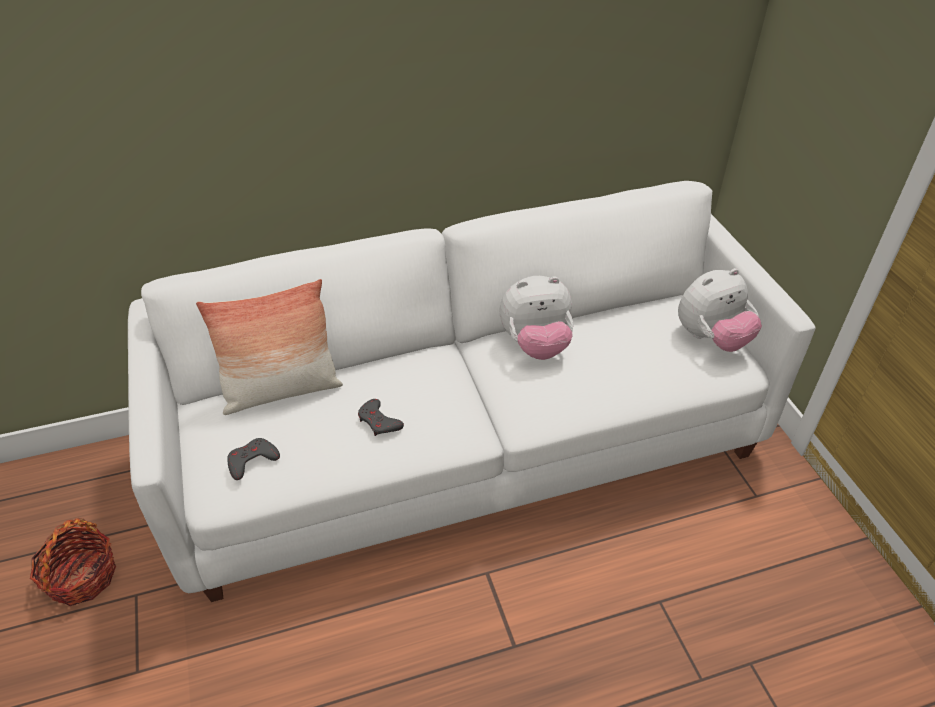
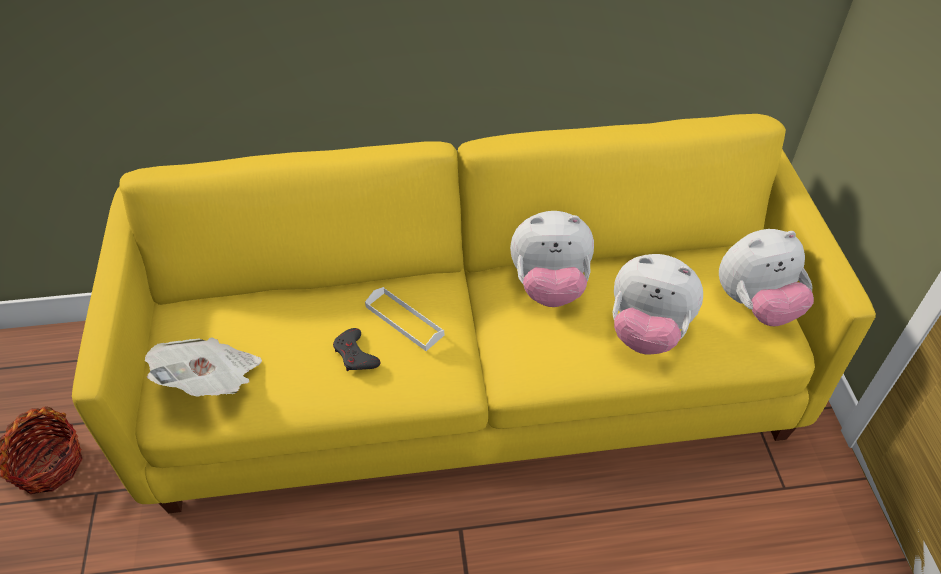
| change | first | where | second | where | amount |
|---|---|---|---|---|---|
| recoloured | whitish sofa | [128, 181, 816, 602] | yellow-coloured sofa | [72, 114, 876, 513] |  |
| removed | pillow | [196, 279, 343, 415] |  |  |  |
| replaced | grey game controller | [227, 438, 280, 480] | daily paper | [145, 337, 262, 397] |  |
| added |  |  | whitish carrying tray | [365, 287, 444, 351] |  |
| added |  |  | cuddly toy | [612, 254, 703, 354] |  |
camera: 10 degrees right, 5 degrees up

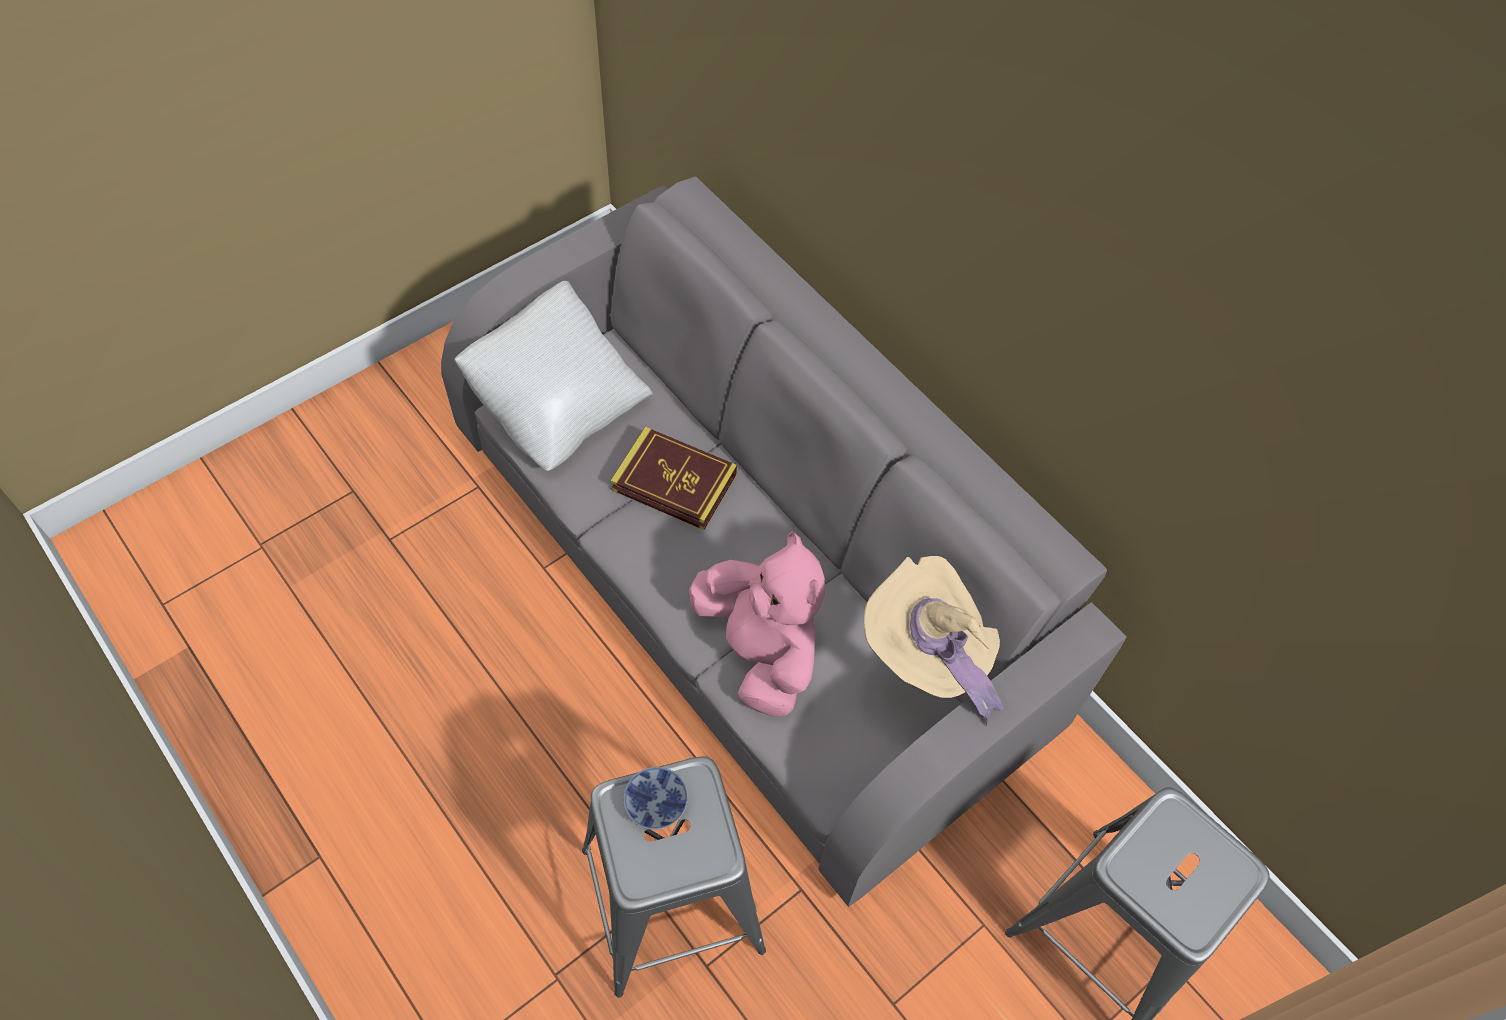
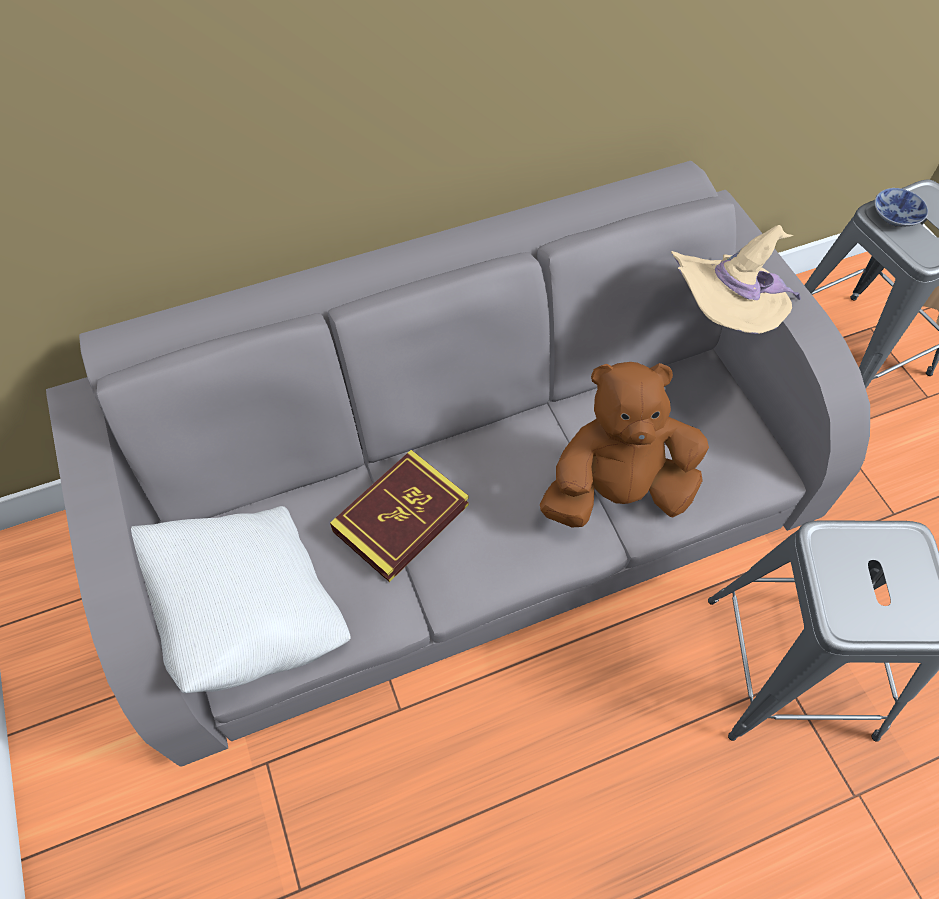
| change | first | where | second | where | amount |
|---|---|---|---|---|---|
| moved | deep dish | [623, 767, 688, 830] |  | [874, 188, 928, 226] |  |
| recoloured | pinkish cuddly toy | [689, 531, 825, 717] | brown-coloured cuddly toy | [540, 362, 709, 527] |  |
camera: 70 degrees left, 0 degrees up

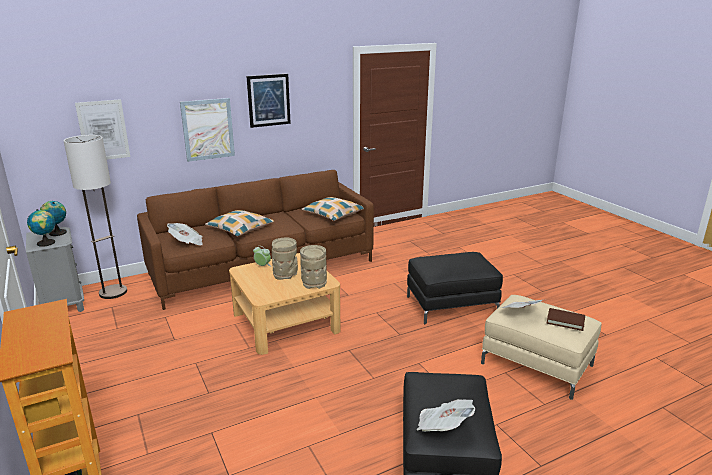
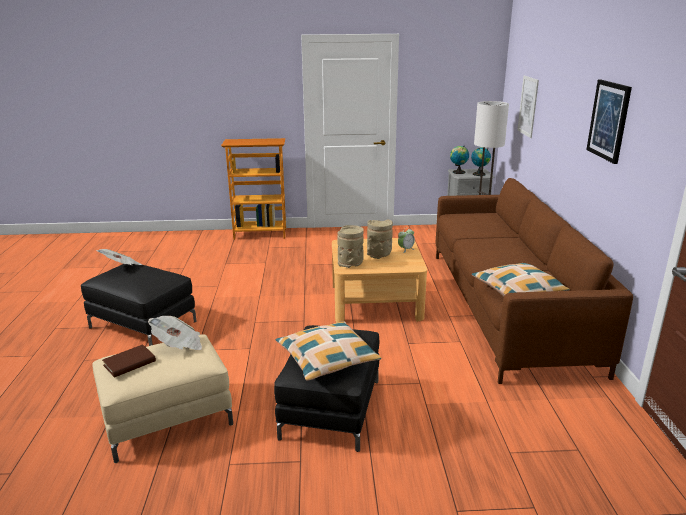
| change | first | where | second | where | amount |
|---|---|---|---|---|---|
| removed | daily paper | [167, 223, 203, 246] |  |  |  |
| removed | wall picture | [180, 98, 235, 162] |  |  |  |
| moved | pillow | [205, 210, 274, 237] |  | [275, 322, 381, 381] |  |
camera: 115 degrees right, 0 degrees up

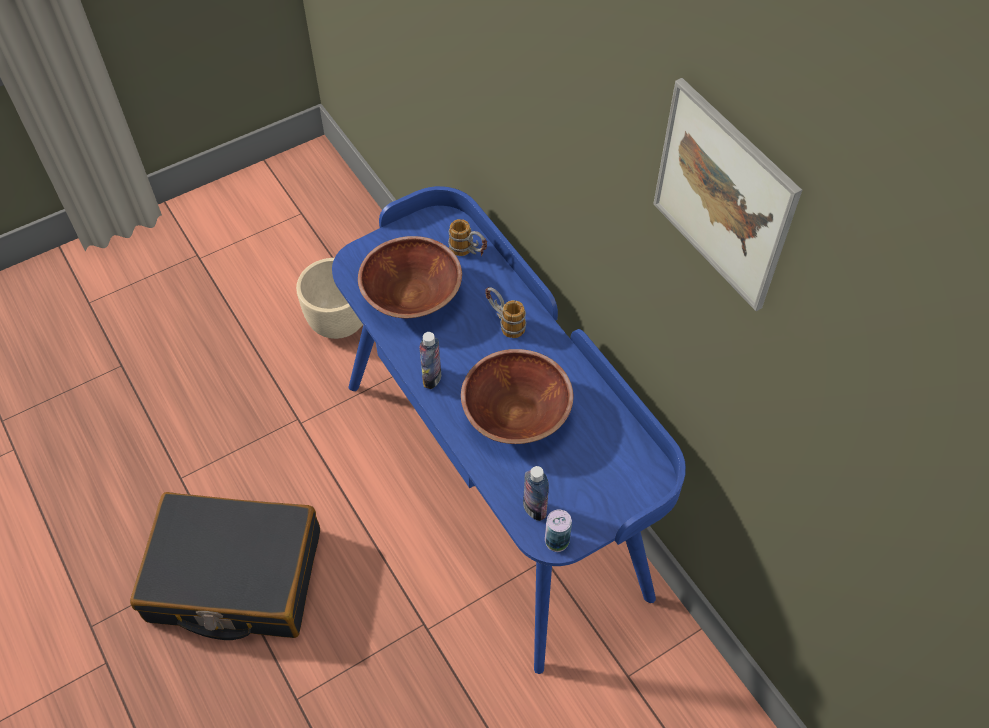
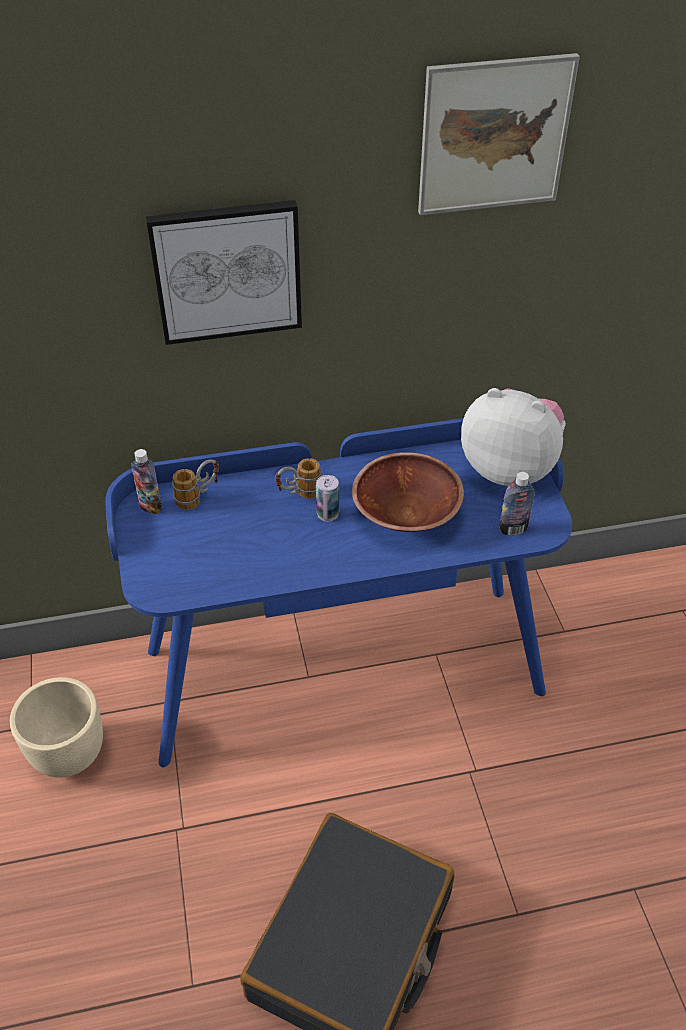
| change | first | where | second | where | amount |
|---|---|---|---|---|---|
| removed | brown-coloured deep dish | [358, 236, 462, 318] |  |  |  |
| moved | drink bottle | [420, 332, 441, 389] |  | [131, 449, 162, 514] |  |
| moved | can | [545, 509, 572, 552] |  | [316, 475, 339, 522] |  |
| added |  |  | wall picture | [146, 200, 302, 345] |  |
| added |  |  | cuddly toy | [461, 388, 566, 486] |  |
camera: 70 degrees left, 10 degrees down

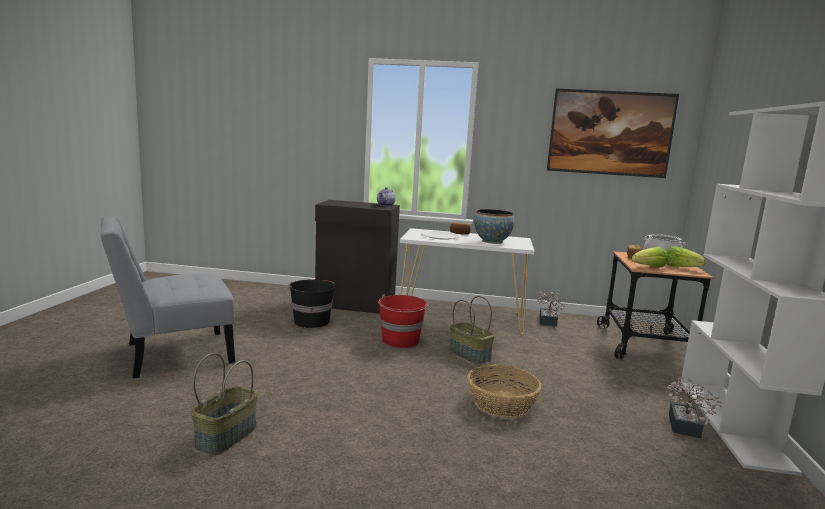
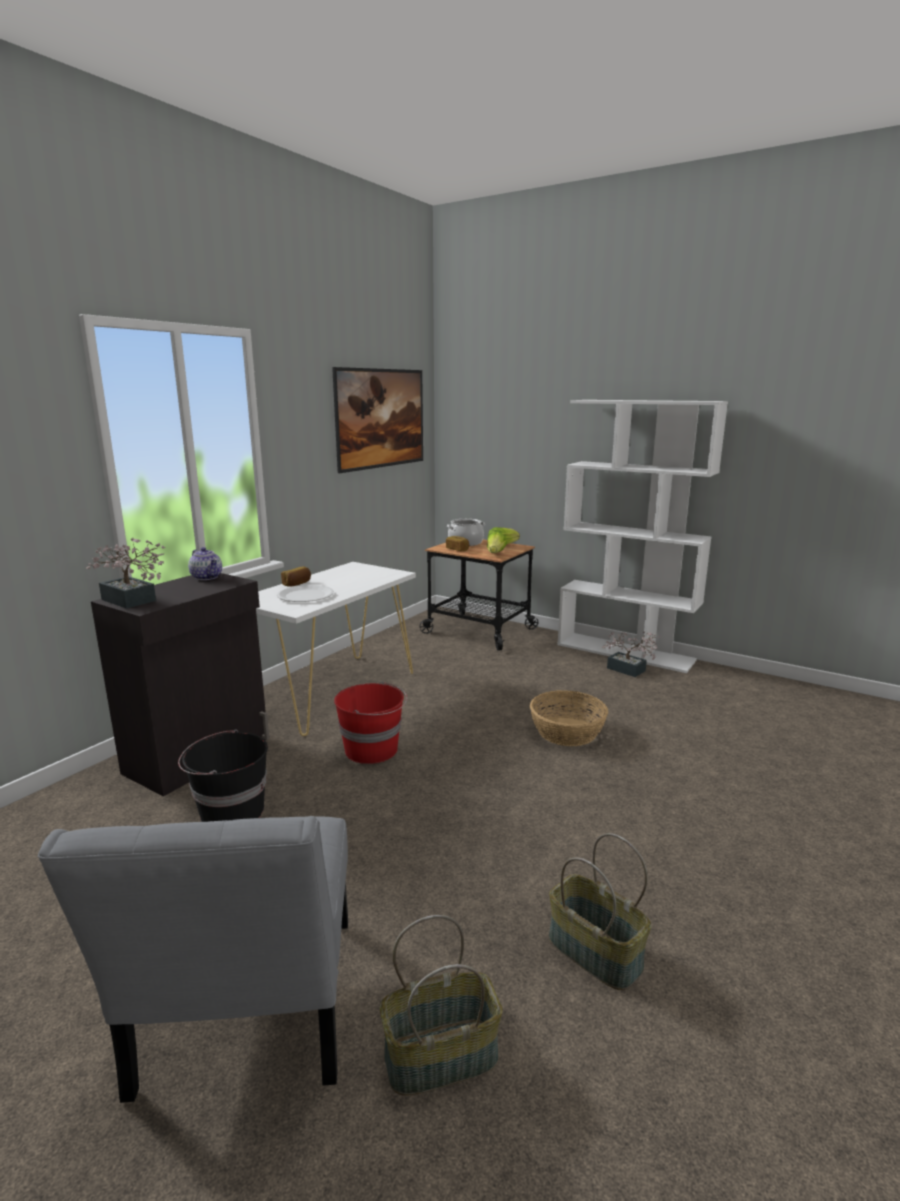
| change | first | where | second | where | amount |
|---|---|---|---|---|---|
| moved | storage basket | [449, 296, 495, 364] |  | [380, 915, 503, 1096] |  |
| removed | deep dish | [474, 209, 514, 244] |  |  |  |
| moved | plant in a pot | [537, 291, 568, 326] |  | [86, 538, 165, 609] |  |
camera: 65 degrees left, 5 degrees up

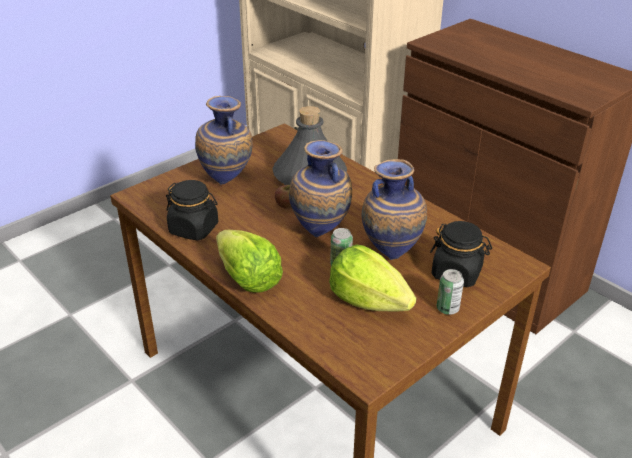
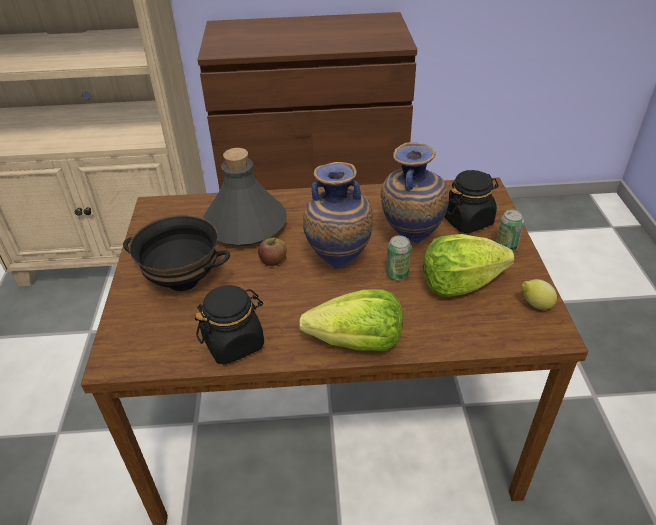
| change | first | where | second | where | amount |
|---|---|---|---|---|---|
| replaced | flower vase | [195, 96, 253, 185] | black deep dish | [123, 215, 230, 291] |  |
| added |  |  | whole lemon | [522, 279, 557, 310] |  |
camera: 50 degrees left, 5 degrees up

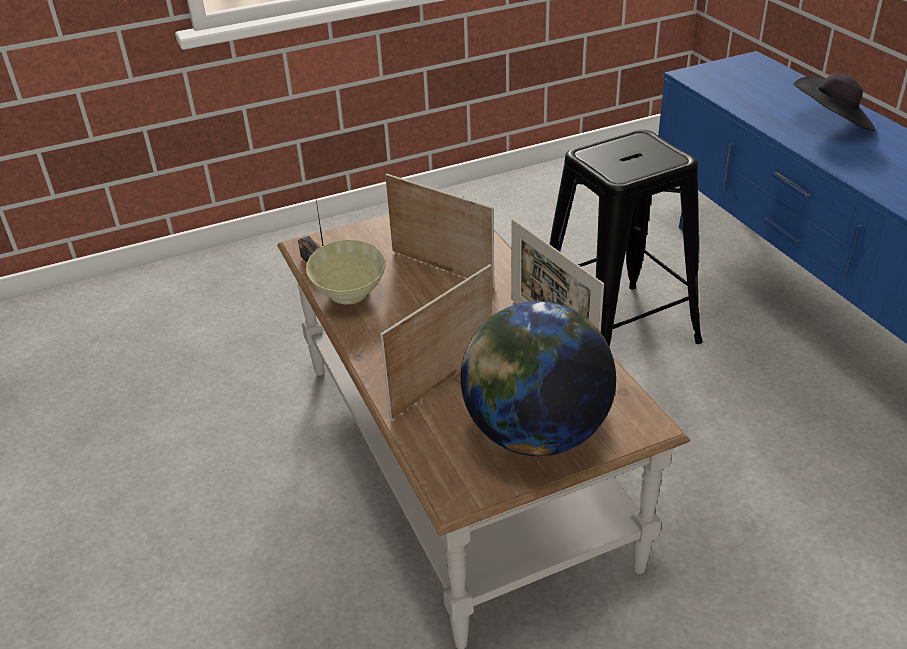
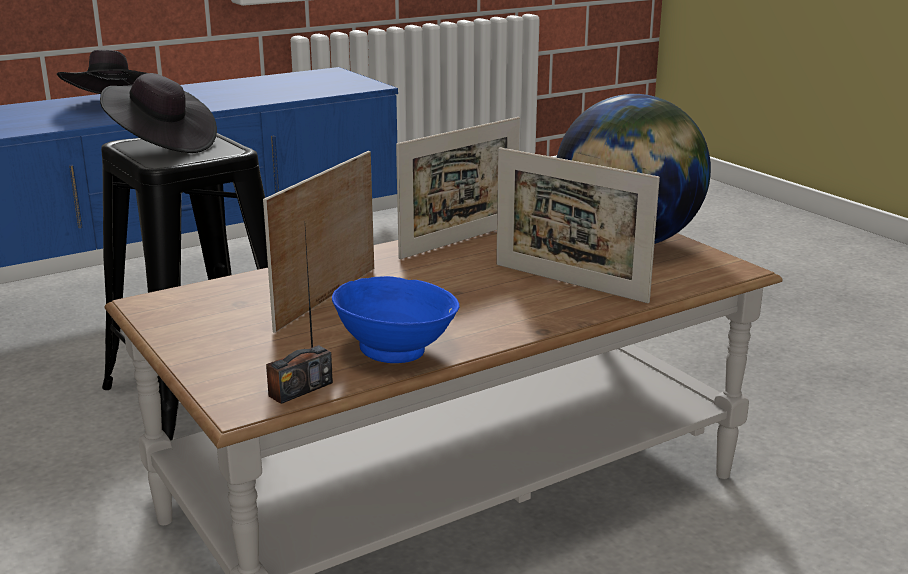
| change | first | where | second | where | amount |
|---|---|---|---|---|---|
| recoloured | beige-coloured deep dish | [306, 240, 386, 304] | blue-coloured deep dish | [332, 276, 459, 363] |  |
| added |  |  | black clothing hat | [100, 73, 217, 153] |  |
camera: 100 degrees left, 15 degrees down

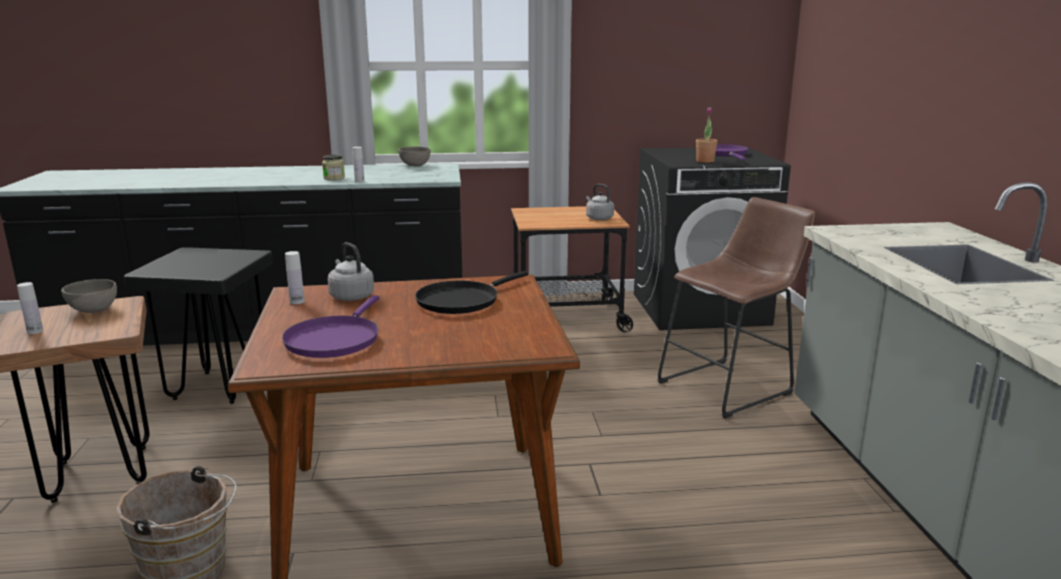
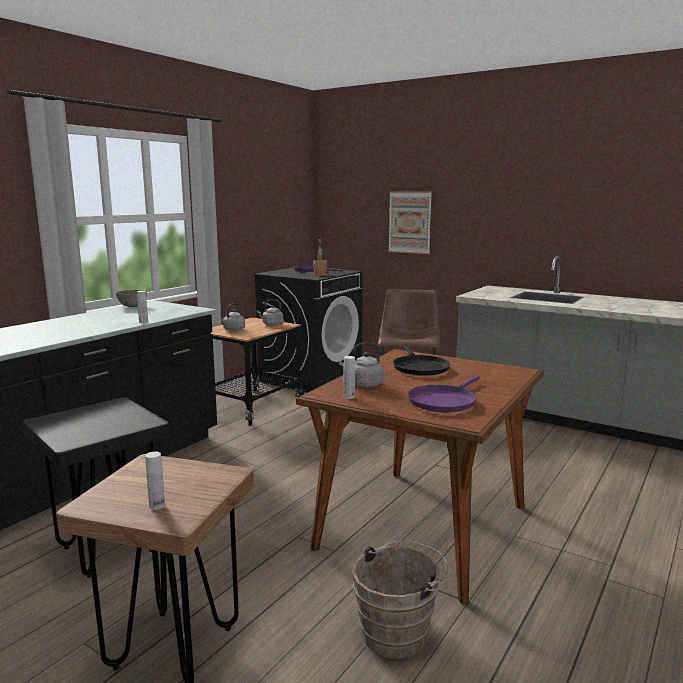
| change | first | where | second | where | amount |
|---|---|---|---|---|---|
| removed | grey deep dish | [61, 279, 117, 313] |  |  |  |
| turned | purplish pan | [282, 295, 379, 358] |  | [408, 376, 480, 412] | 75 degrees clockwise |
| removed | jar | [322, 155, 345, 180] |  |  |  |
| added |  |  | grey water kettle | [220, 303, 245, 331] |  |
| added |  |  | wall picture | [388, 192, 432, 254] |  |
camera: 50 degrees left, 5 degrees down

